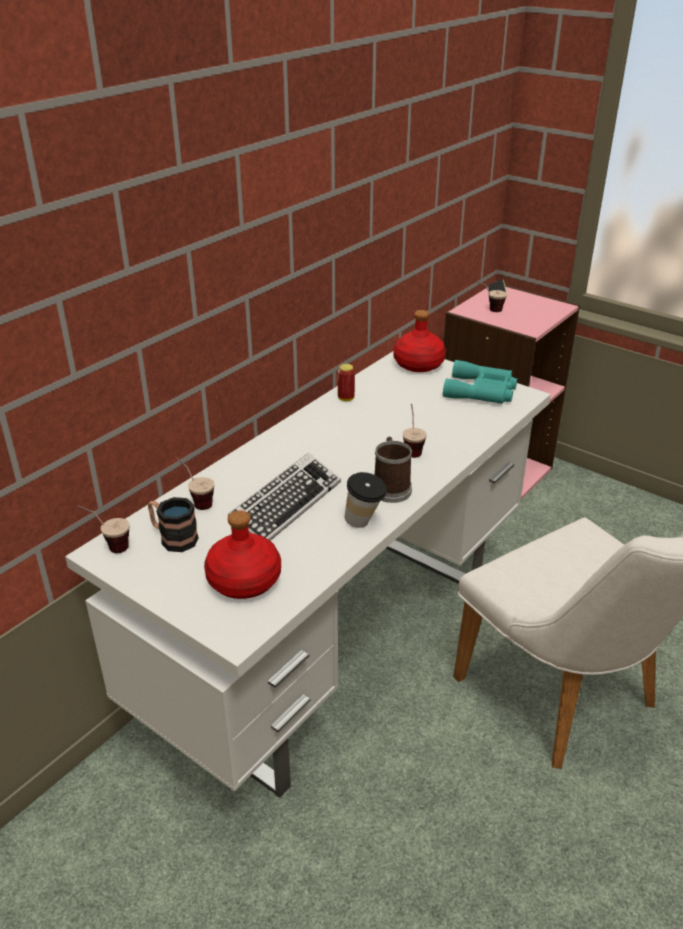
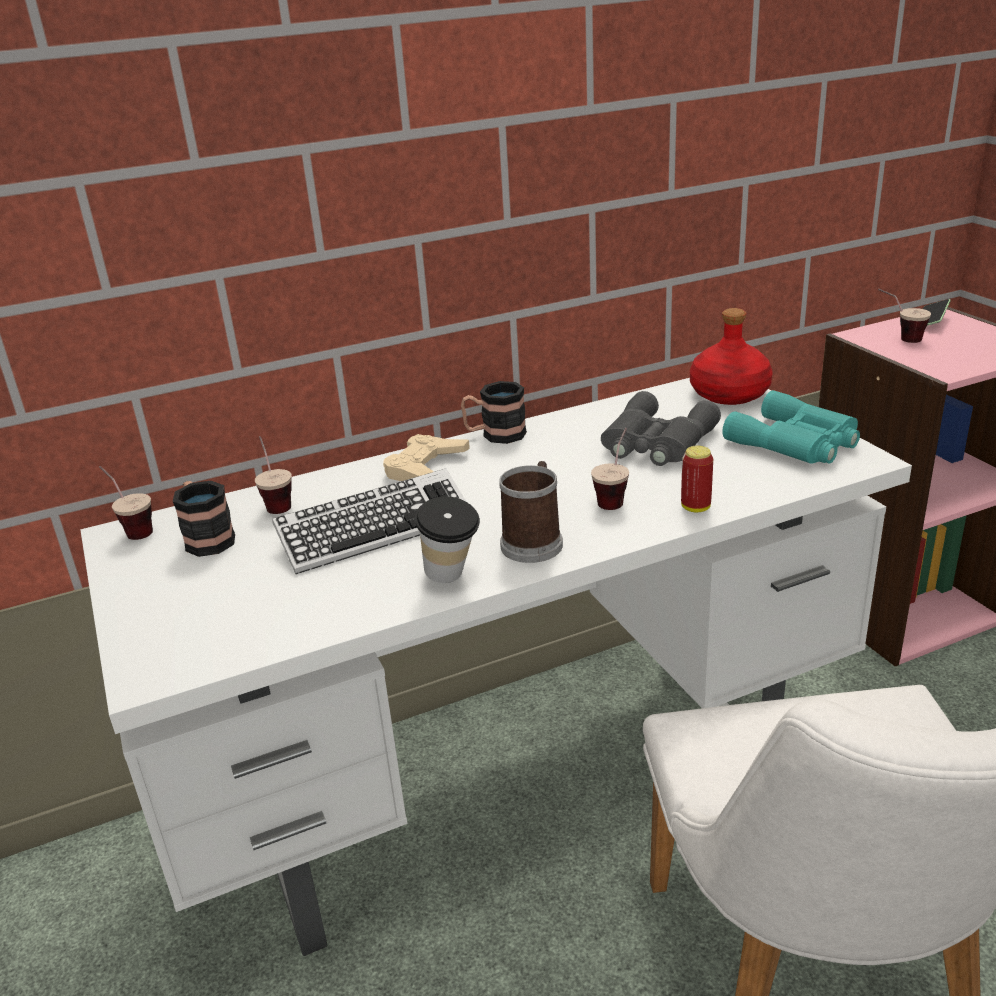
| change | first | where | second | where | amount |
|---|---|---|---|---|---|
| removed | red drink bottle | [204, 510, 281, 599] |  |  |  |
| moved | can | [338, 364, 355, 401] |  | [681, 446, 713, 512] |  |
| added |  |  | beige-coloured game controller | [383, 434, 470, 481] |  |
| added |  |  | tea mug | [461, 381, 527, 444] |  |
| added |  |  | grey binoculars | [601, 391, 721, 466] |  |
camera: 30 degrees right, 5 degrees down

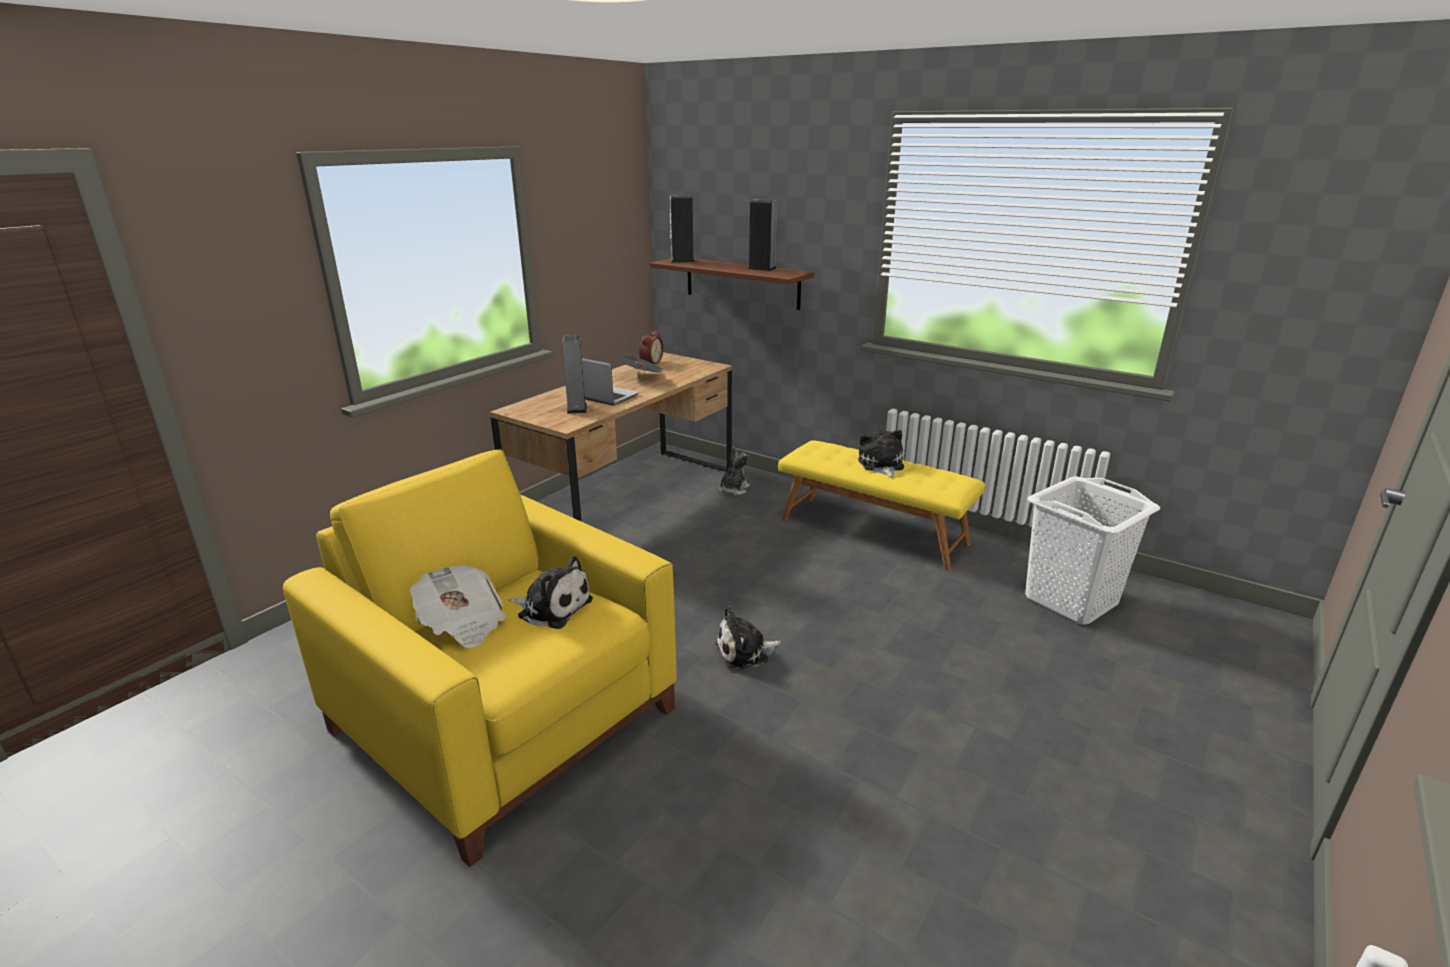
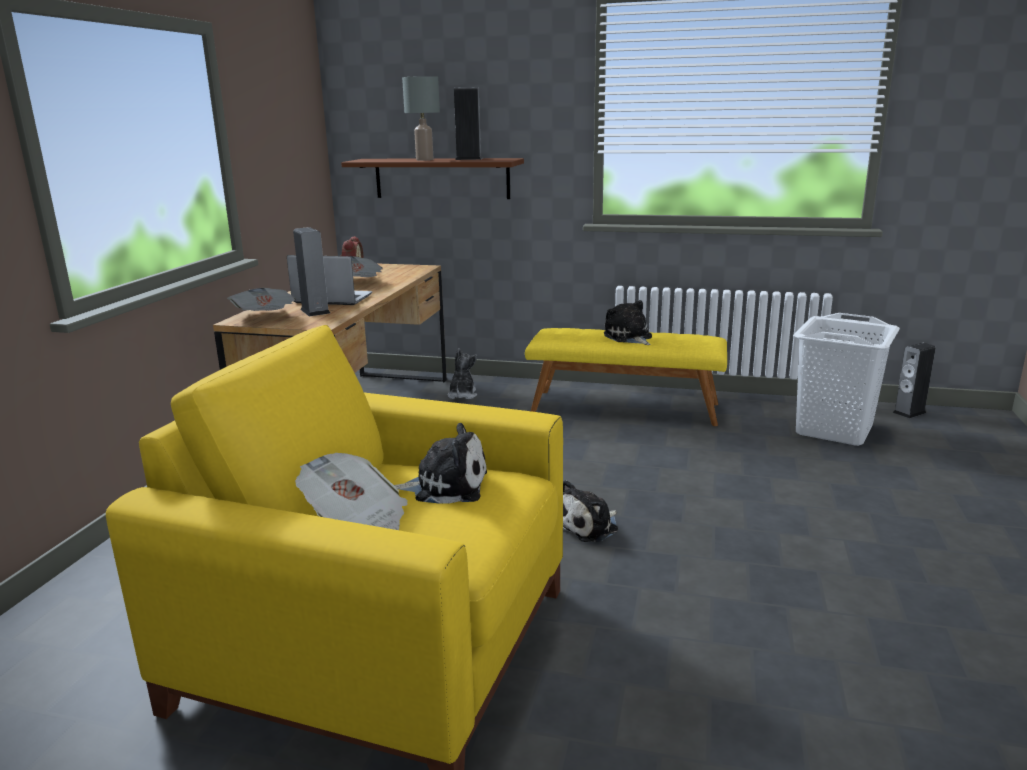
| change | first | where | second | where | amount |
|---|---|---|---|---|---|
| moved | loudspeaker | [670, 195, 695, 263] |  | [892, 343, 936, 419] |  |
| added |  |  | daily paper | [227, 288, 296, 311] |  |
| added |  |  | grey tabletop lamp | [402, 76, 440, 161] |  |
camera: 20 degrees left, 5 degrees down

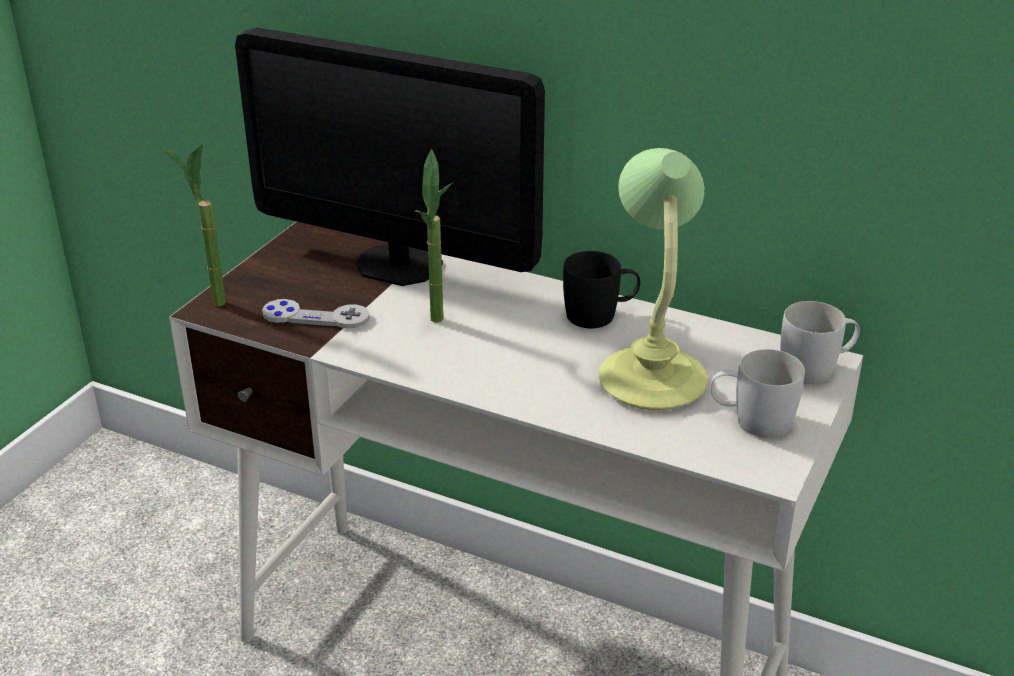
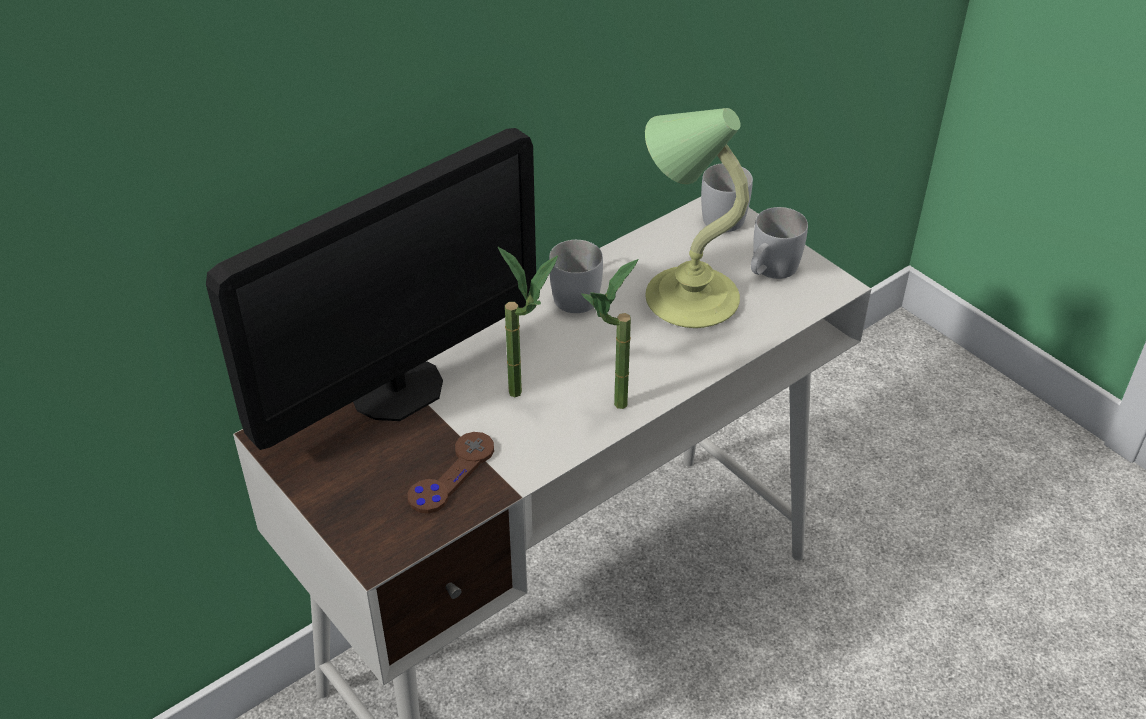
| change | first | where | second | where | amount |
|---|---|---|---|---|---|
| moved | plant in a pot | [156, 143, 226, 307] |  | [581, 259, 639, 409] |  |
| recoloured | grey game controller | [262, 299, 370, 328] | brown-coloured game controller | [408, 432, 494, 514] |  |
| recoloured | black tea mug | [563, 251, 640, 328] | whitish tea mug | [549, 240, 603, 313] |  |
camera: 65 degrees left, 10 degrees up

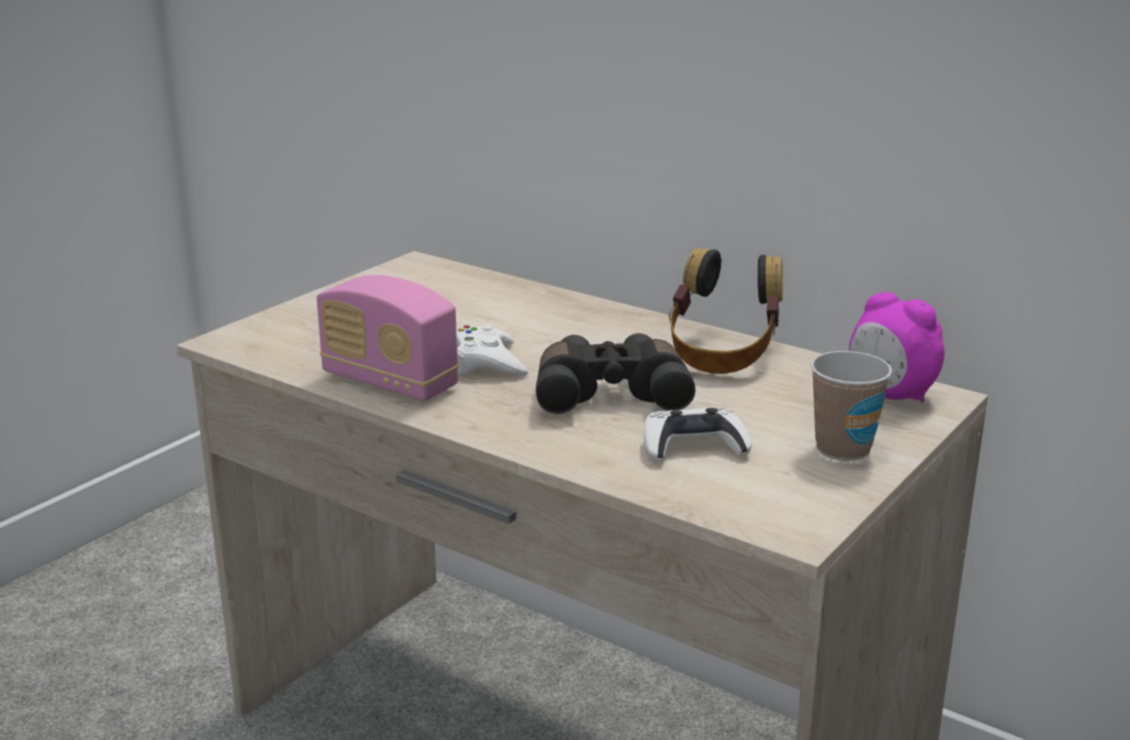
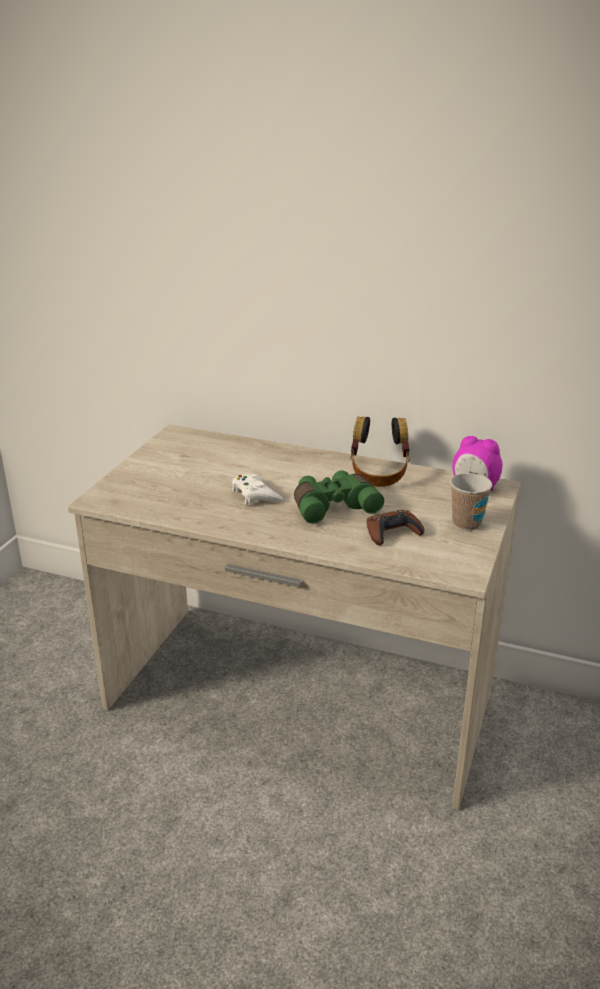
| change | first | where | second | where | amount |
|---|---|---|---|---|---|
| removed | radio set | [317, 275, 459, 401] |  |  |  |
| recoloured | black binoculars | [536, 333, 695, 414] | green binoculars | [294, 470, 384, 524] |  |
| recoloured | whitish game controller | [644, 407, 752, 462] | brown-coloured game controller | [367, 510, 424, 545] |  |
camera: 15 degrees left, 5 degrees up

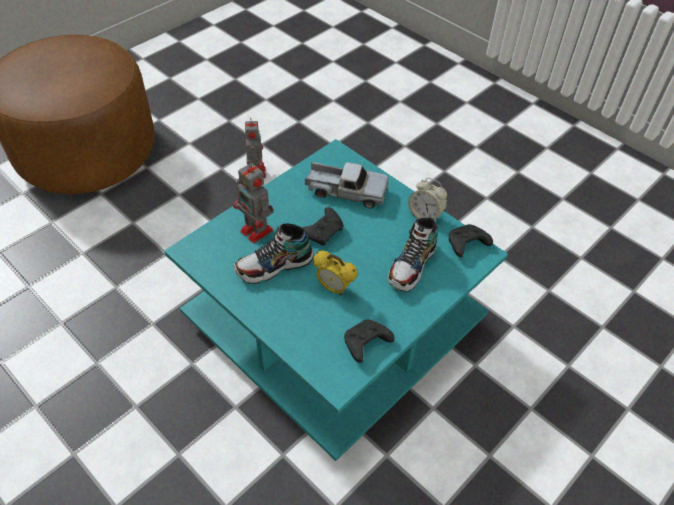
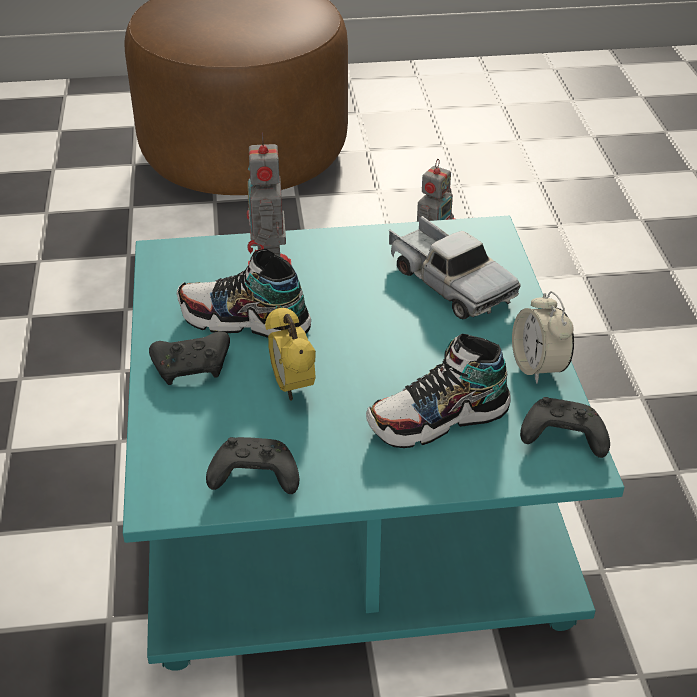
| change | first | where | second | where | amount |
|---|---|---|---|---|---|
| moved | black game controller | [302, 207, 343, 246] |  | [149, 331, 230, 385] |  |
camera: 40 degrees right, 10 degrees down

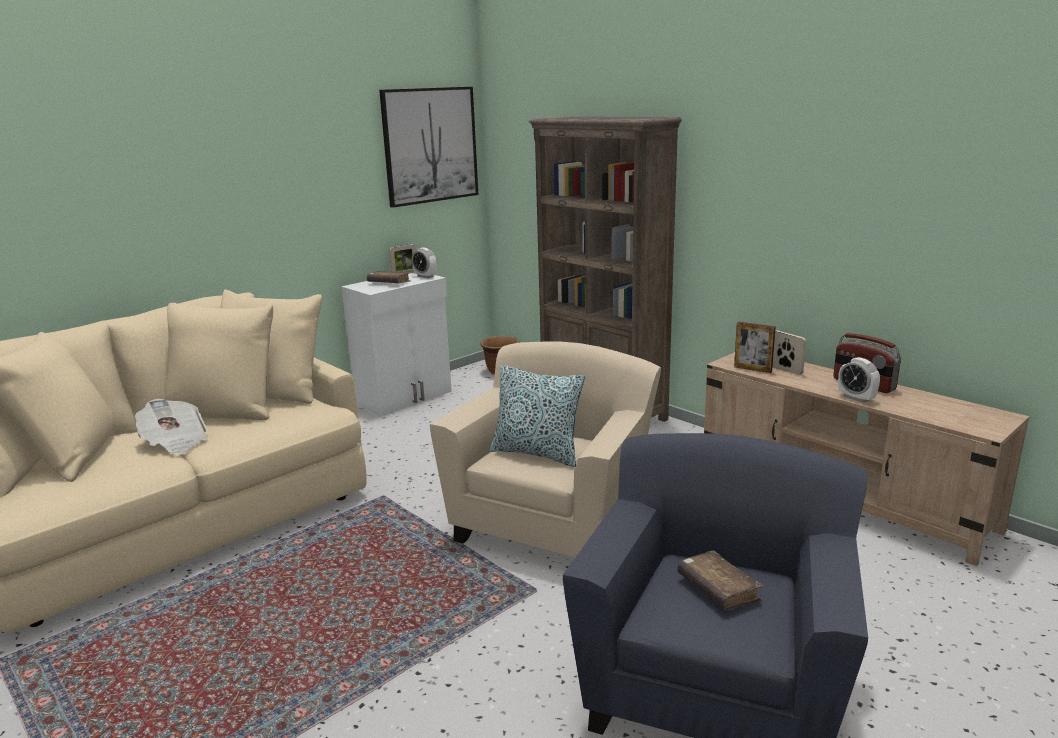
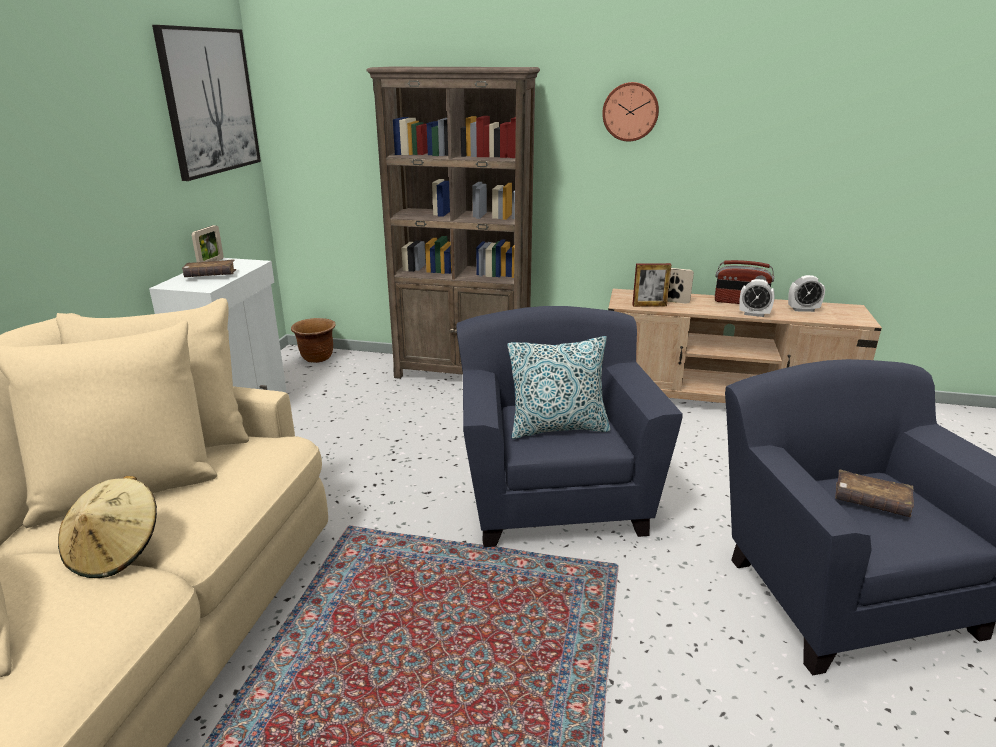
| change | first | where | second | where | amount |
|---|---|---|---|---|---|
| replaced | daily paper | [135, 399, 209, 455] | beige-coloured clothing hat | [58, 476, 157, 578] |  |
| moved | bedside clock | [412, 247, 437, 278] |  | [788, 275, 825, 312] |  |
| recoloured | beige-coloured easy chair | [430, 341, 661, 557] | blue-coloured easy chair | [456, 306, 683, 547] |  |
| added |  |  | hanging clock | [602, 82, 659, 142] |  |
camera: 35 degrees left, 5 degrees up

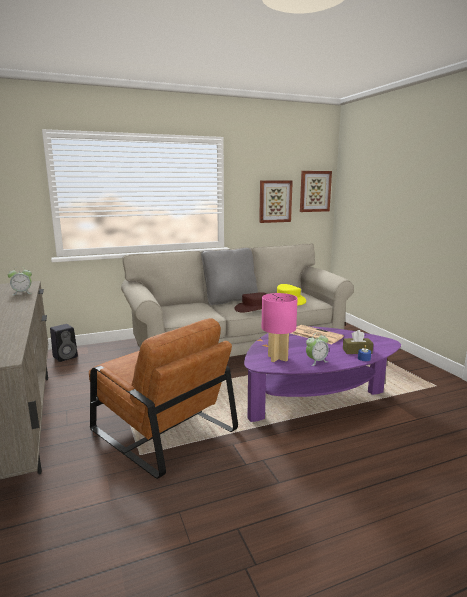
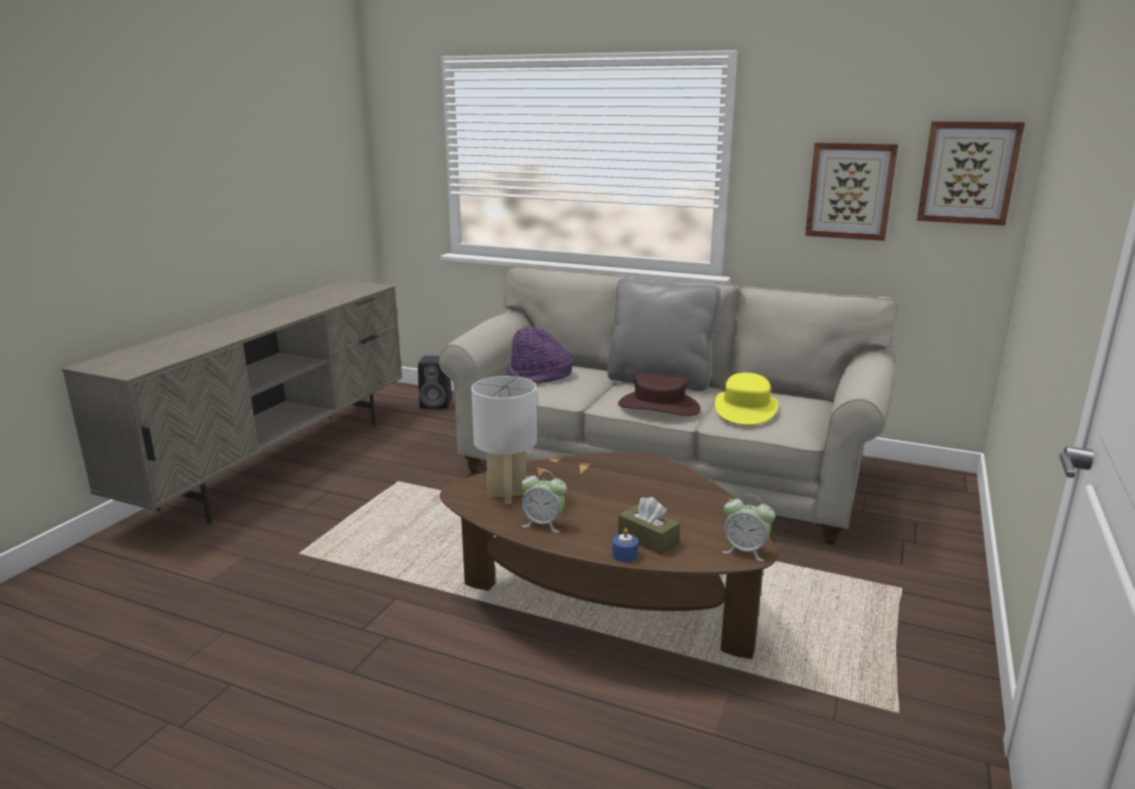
| change | first | where | second | where | amount |
|---|---|---|---|---|---|
| moved | bedside clock | [8, 270, 32, 295] |  | [722, 494, 775, 562] |  |
| removed | brown-coloured easy chair | [89, 318, 238, 479] |  |  |  |
| recoloured | purplish coffee table | [244, 326, 401, 422] | brown-coloured coffee table | [440, 452, 777, 659] |  |
| recoloured | pinkish tabletop lamp | [262, 293, 298, 362] | whitish tabletop lamp | [471, 376, 537, 504] |  |
| removed | daily paper | [290, 325, 344, 344] |  |  |  |
| added |  |  | purplish clothing hat | [507, 327, 573, 383] |  |
camera: 45 degrees right, 5 degrees up

